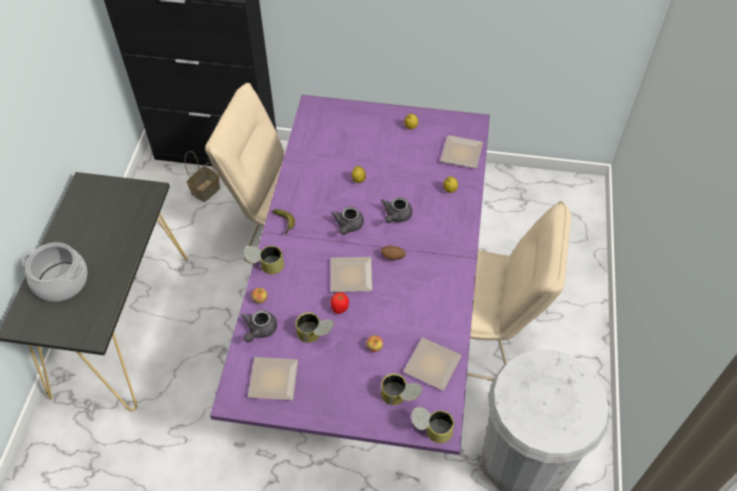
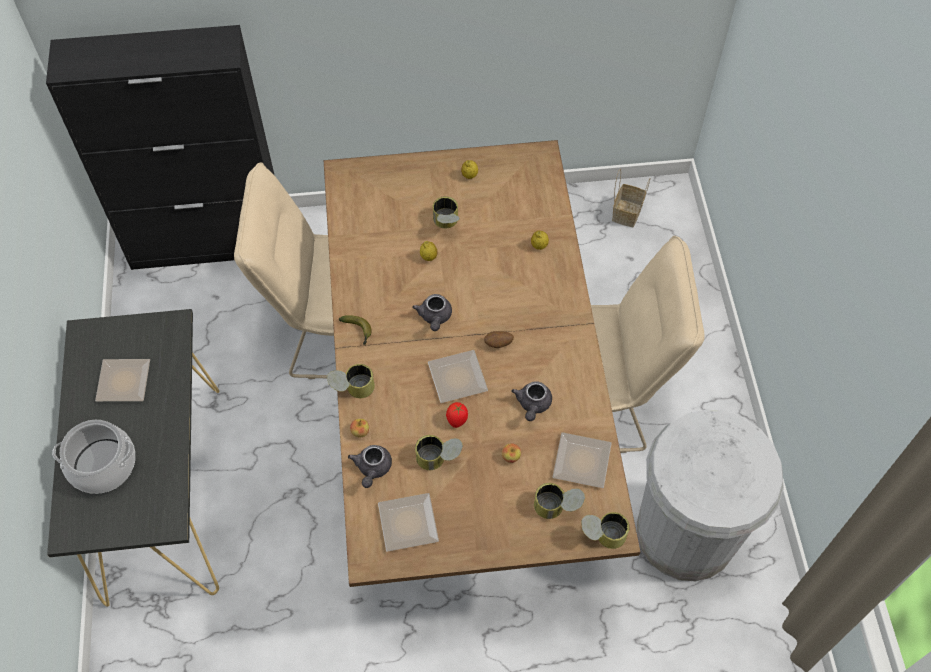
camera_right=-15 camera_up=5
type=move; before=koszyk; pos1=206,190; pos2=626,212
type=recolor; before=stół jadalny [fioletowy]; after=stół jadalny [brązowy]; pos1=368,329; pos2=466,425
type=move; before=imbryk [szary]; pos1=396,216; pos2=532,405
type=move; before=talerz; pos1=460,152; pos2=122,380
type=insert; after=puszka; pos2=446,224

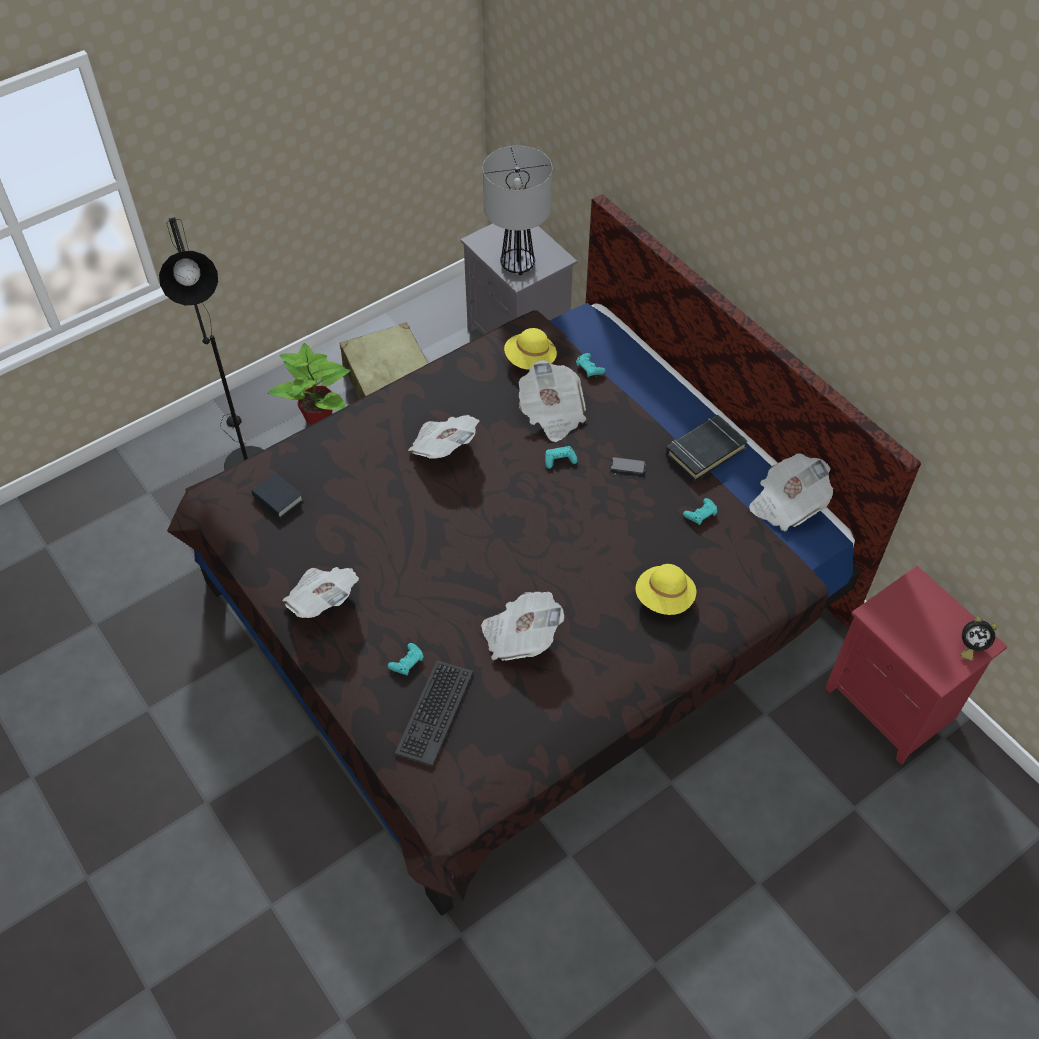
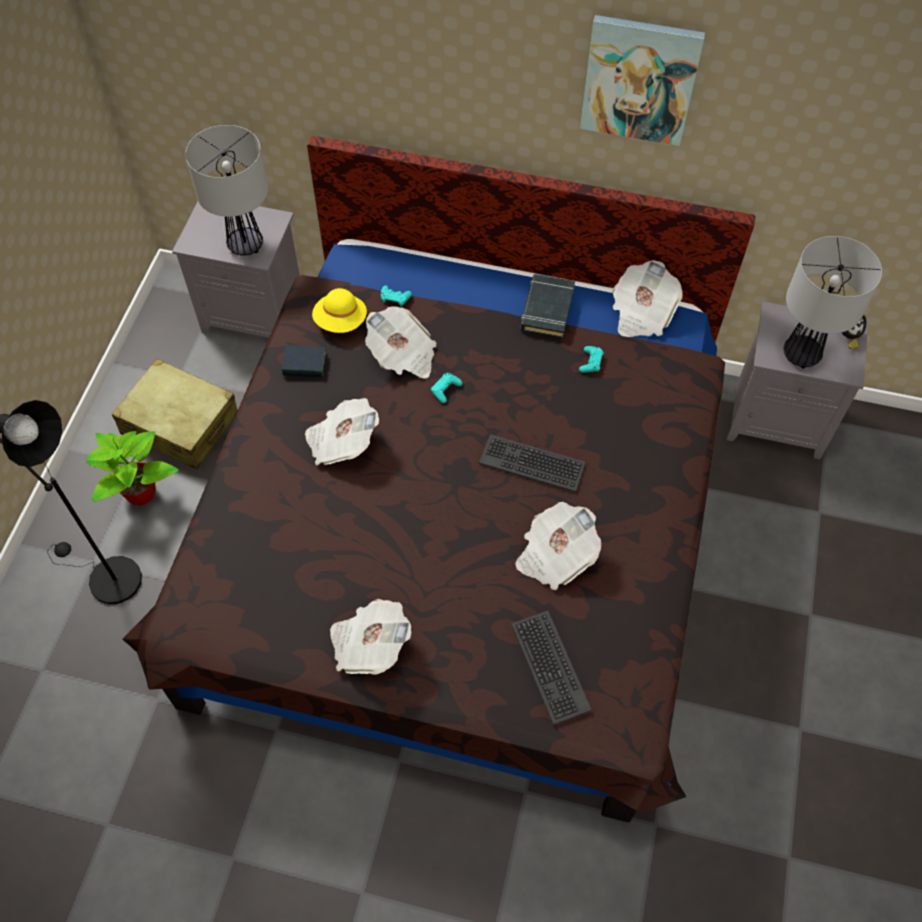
camera_right=-40 camera_up=5
type=move; before=książka; pos1=278,499; pos2=304,365
type=delete; before=pad do gier [turkusowy]; pos1=407,662
type=delete; before=telefon; pos1=627,469
type=delete; before=kapelusz [żółty]; pos1=664,598
type=recolor; before=szafka nocna [czerwony]; after=szafka nocna [szary]; pos1=893,704; pos2=778,419
type=insert; after=klawiatura; pos2=532,463
type=insert; after=obraz; pos2=639,80
type=insert; after=lampa stołowa; pos2=801,354

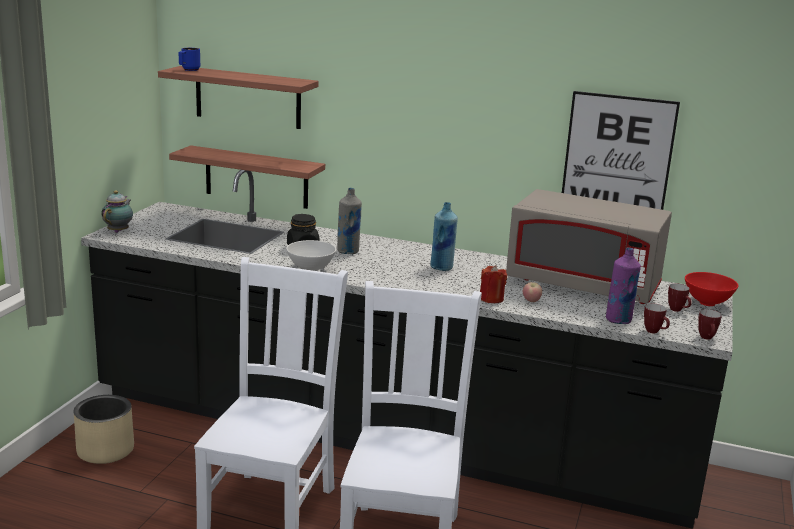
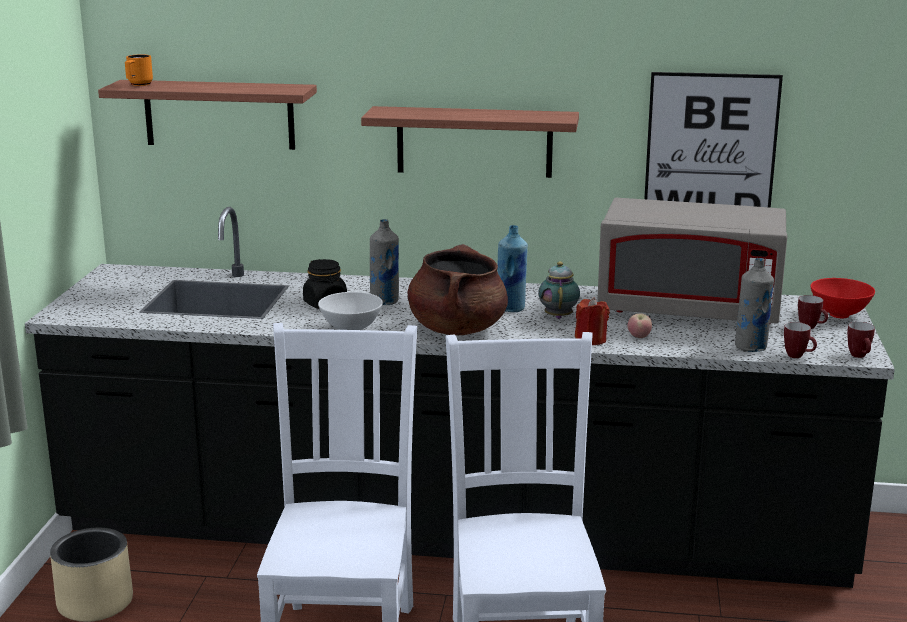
camera_right=-10 camera_up=0
type=move; before=imbryk; pos1=119,231; pos2=558,316
type=move; before=półka; pos1=256,177; pos2=474,142
type=recolor; before=kubek [niebieski]; after=kubek [pomarańczowy]; pos1=189,70; pos2=138,85
type=recolor; before=butelka [fioletowy]; after=butelka [szary]; pos1=618,320; pos2=751,347
type=insert; after=garnek [brązowy]; pos2=457,329

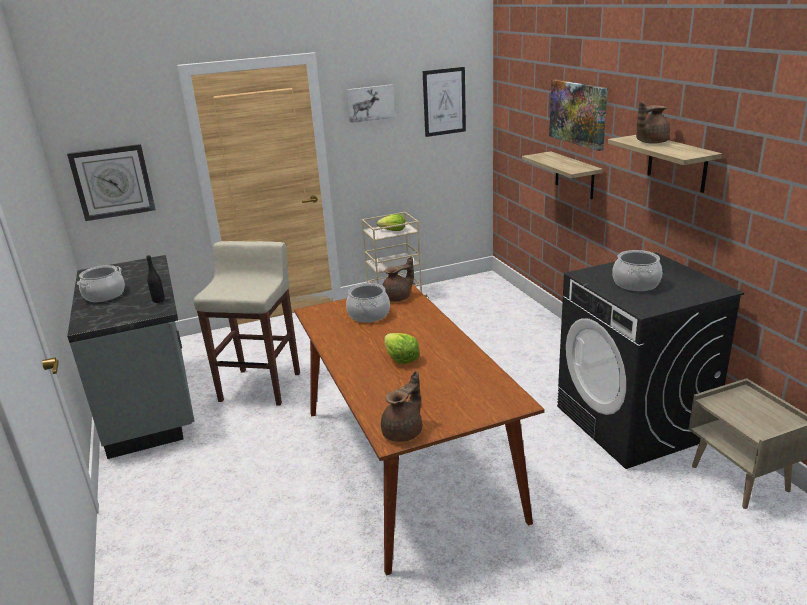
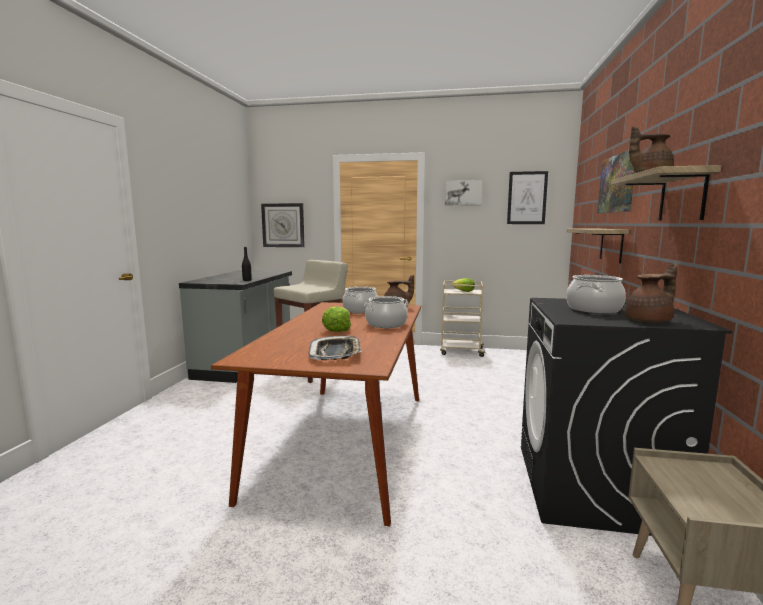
camera_right=30 camera_up=-15
type=move; before=garnek; pos1=104,295; pos2=386,324
type=move; before=imbryk [brązowy]; pos1=404,432; pos2=650,321
type=insert; after=taca; pos2=335,353

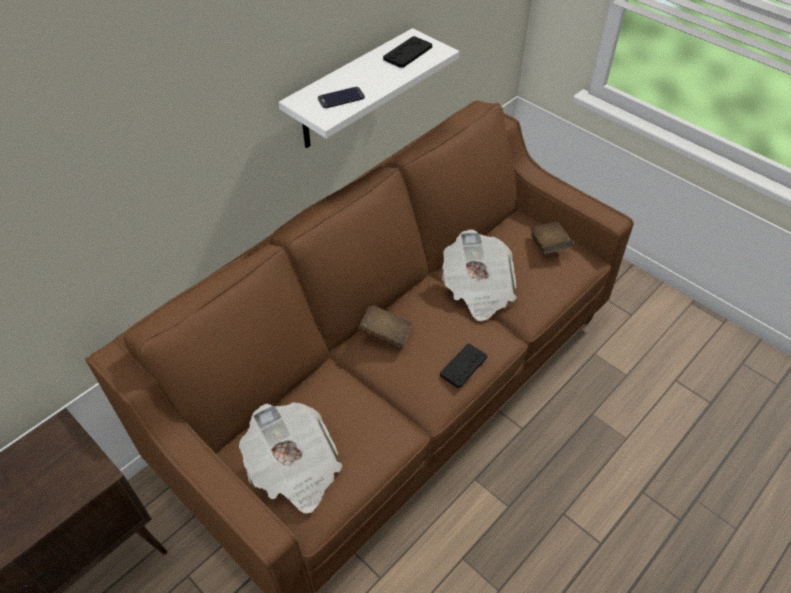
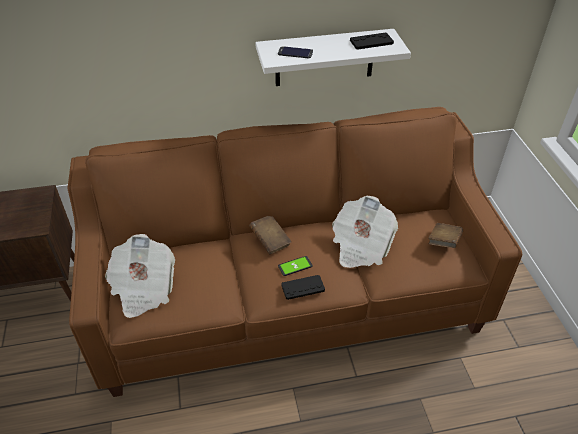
camera_right=35 camera_up=-5
type=insert; after=telefon; pos2=295,266

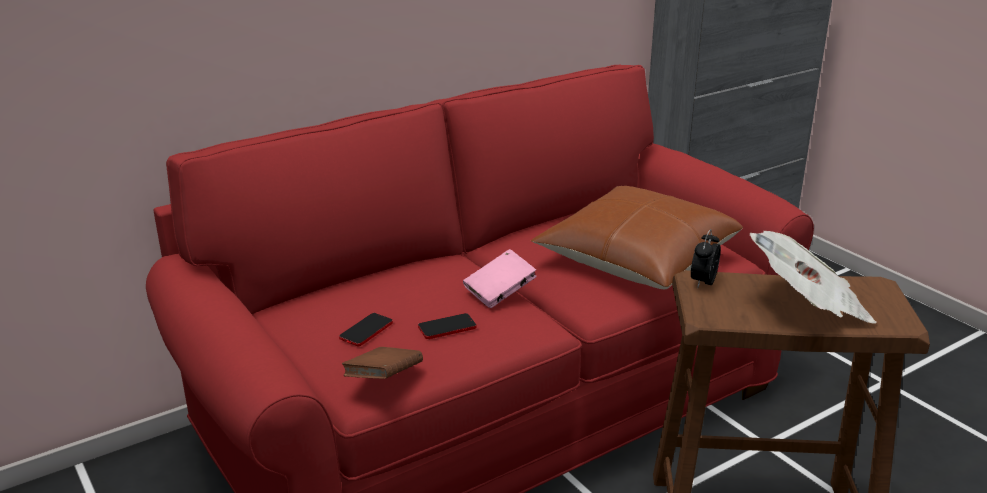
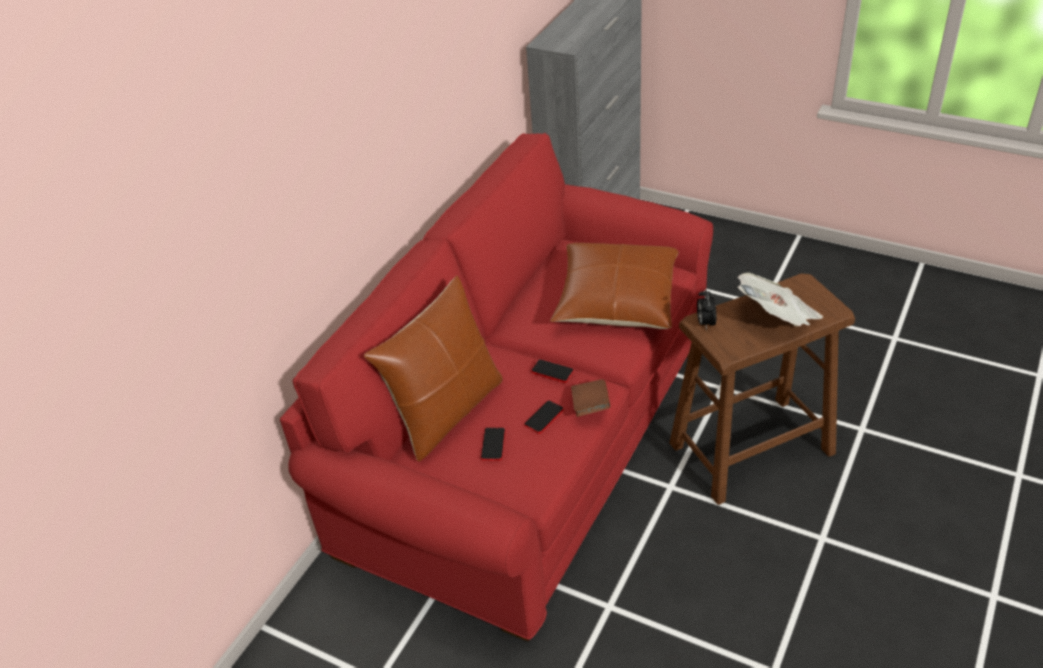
camera_right=-25 camera_up=15
type=move; before=książka [brązowy]; pos1=384,379; pos2=590,407
type=replace; before=książka [różowy]; after=telefon; pos1=499,293; pos2=552,371
type=insert; after=poduszka [brązowy]; pos2=447,412

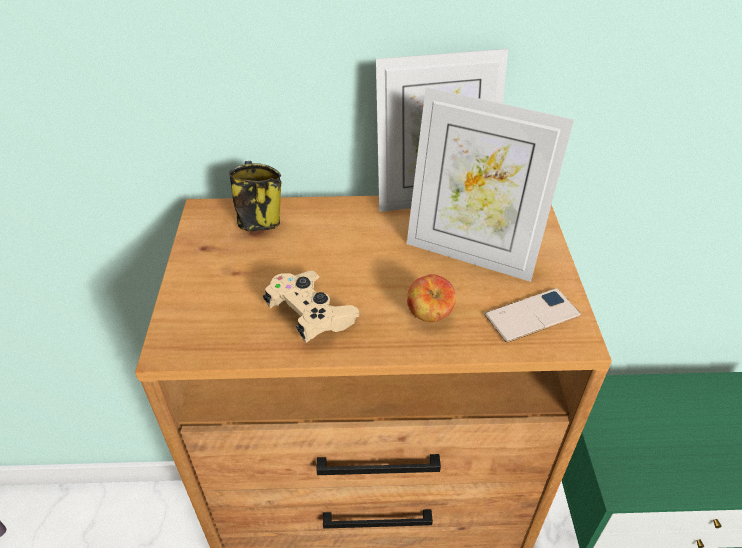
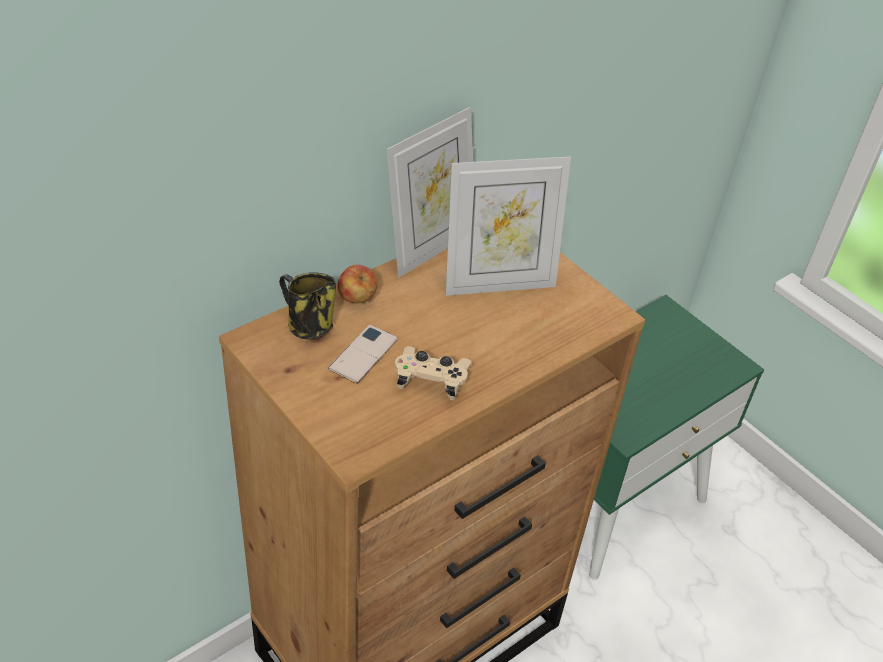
camera_right=-40 camera_up=0
type=move; before=jabłko; pos1=429,315; pos2=357,299
type=move; before=telefon; pos1=532,315; pos2=363,354

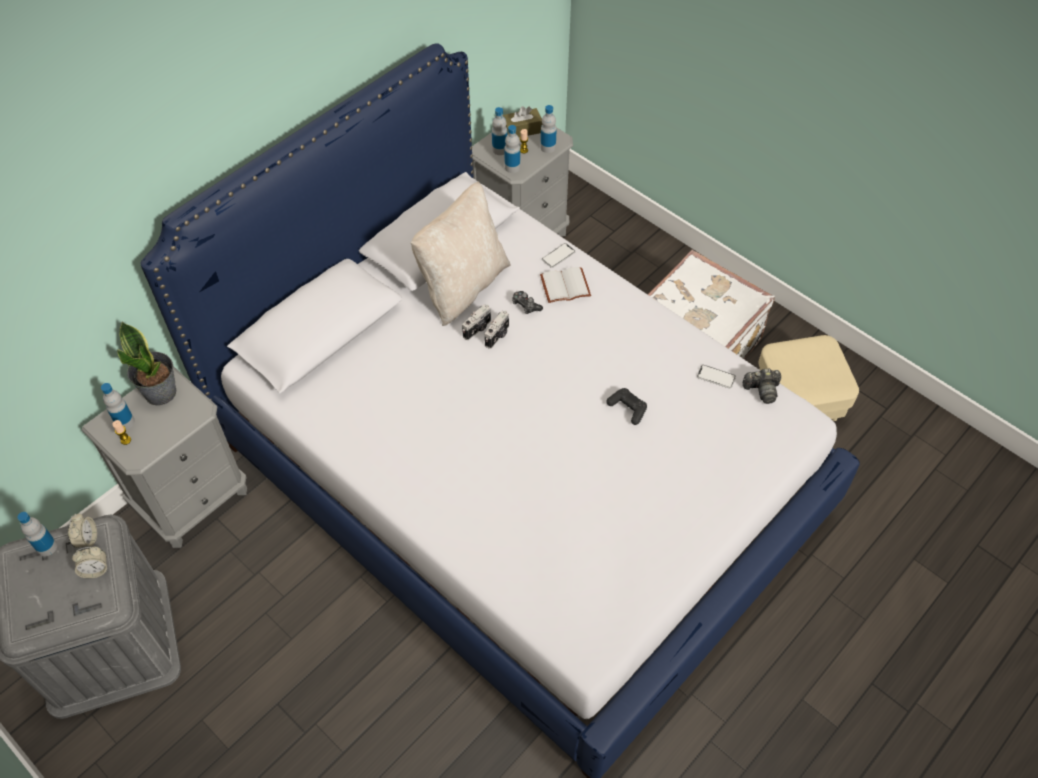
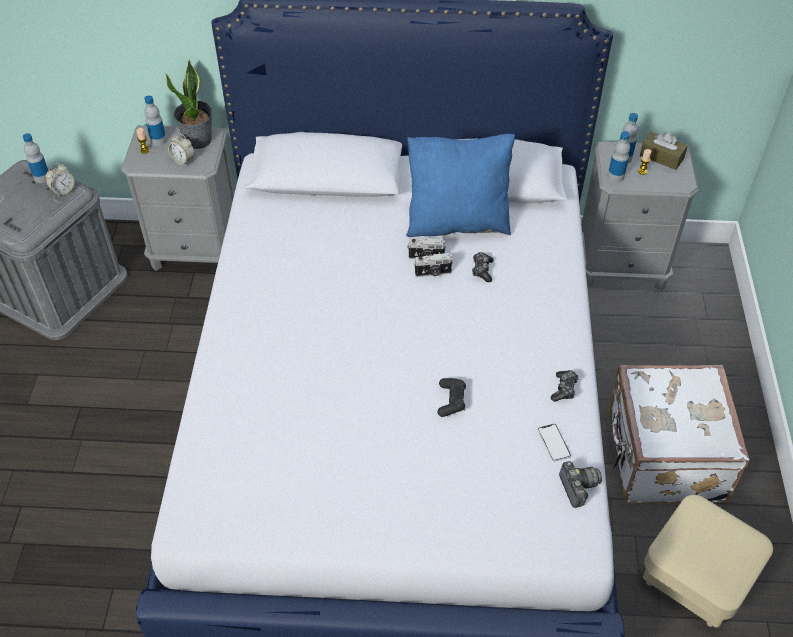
camera_right=50 camera_up=-5
type=move; before=budzik; pos1=95,569; pos2=183,160
type=recolor; before=poduszka [beżowy]; after=poduszka [niebieski]; pos1=462,286; pos2=457,222
type=delete; before=książka [biały]; pos1=565,285
type=delete; before=butelka; pos1=548,147
type=delete; before=telefon; pos1=558,256
type=rotate; before=aparat fotograficzny; pos1=762,390; pos2=578,487; turn=-150
type=insert; after=pad do gier; pos2=564,389

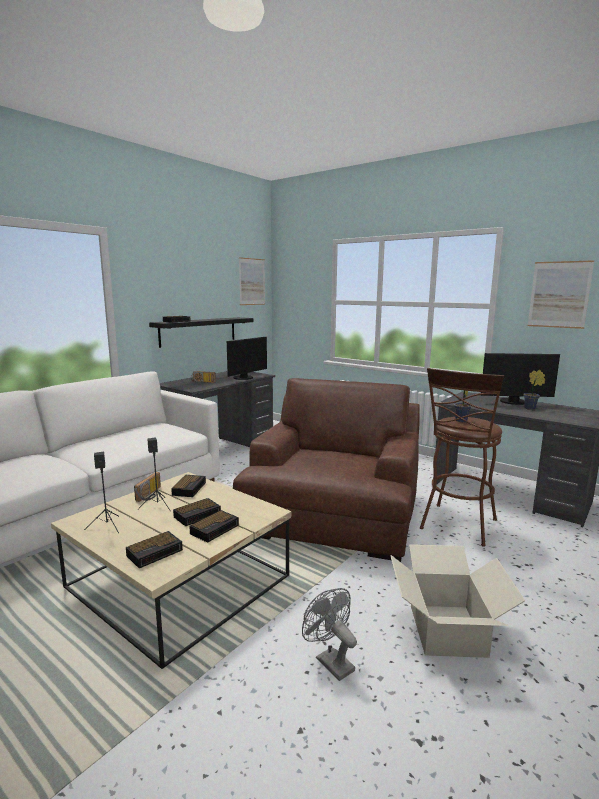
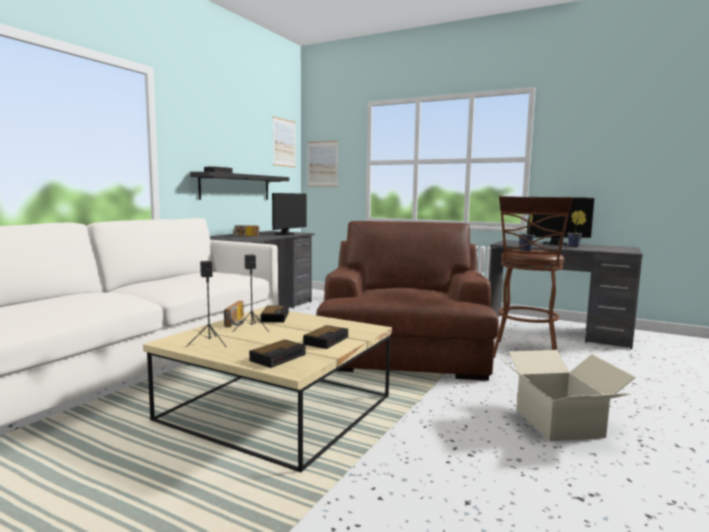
camera_right=-10 camera_up=-5
type=delete; before=budzik; pos1=198,515
type=delete; before=wentylator [szary]; pos1=330,661
type=move; before=obraz; pos1=559,294; pos2=322,164

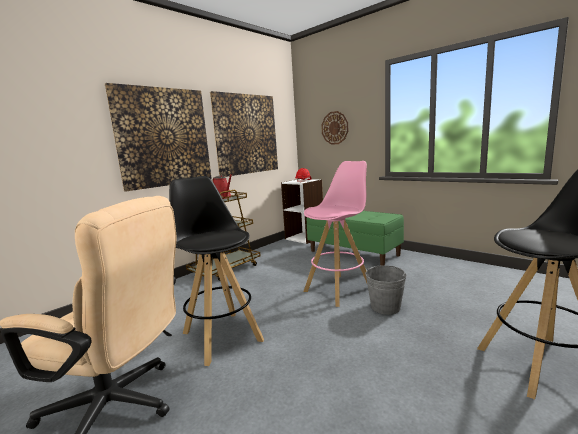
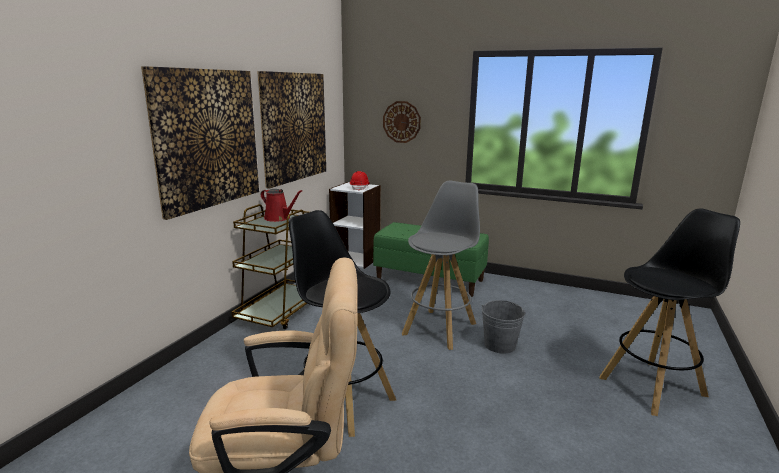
camera_right=-20 camera_up=5
type=recolor; before=stołek [różowy]; after=stołek [szary]; pos1=339,289; pos2=440,328

